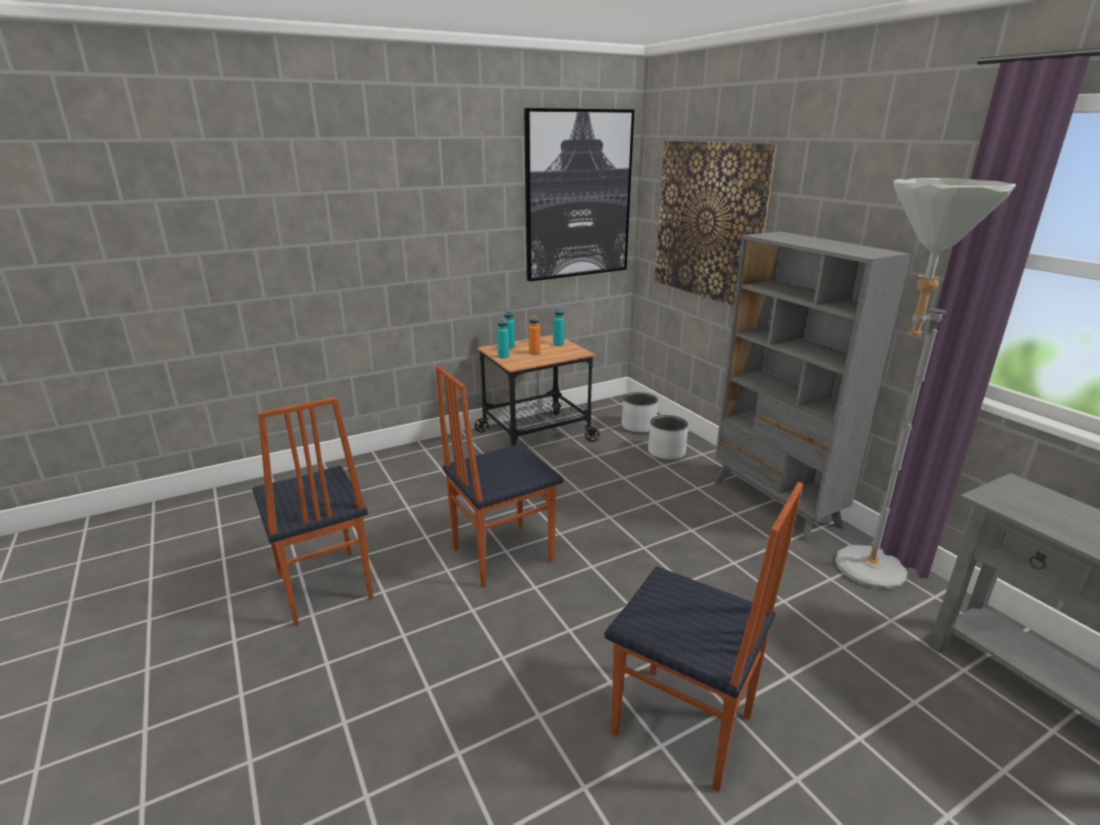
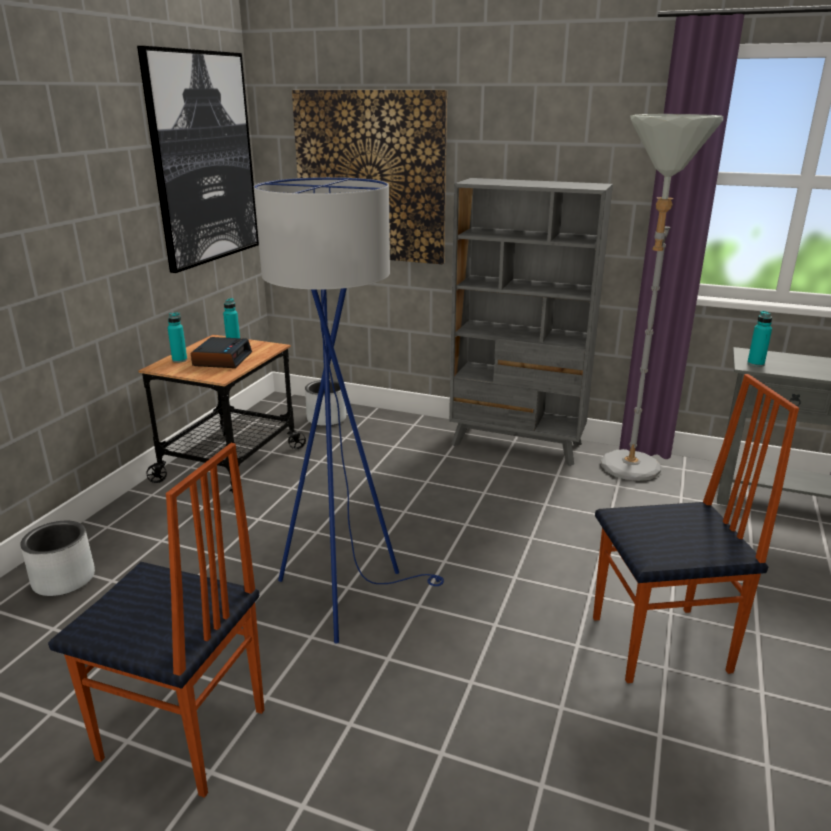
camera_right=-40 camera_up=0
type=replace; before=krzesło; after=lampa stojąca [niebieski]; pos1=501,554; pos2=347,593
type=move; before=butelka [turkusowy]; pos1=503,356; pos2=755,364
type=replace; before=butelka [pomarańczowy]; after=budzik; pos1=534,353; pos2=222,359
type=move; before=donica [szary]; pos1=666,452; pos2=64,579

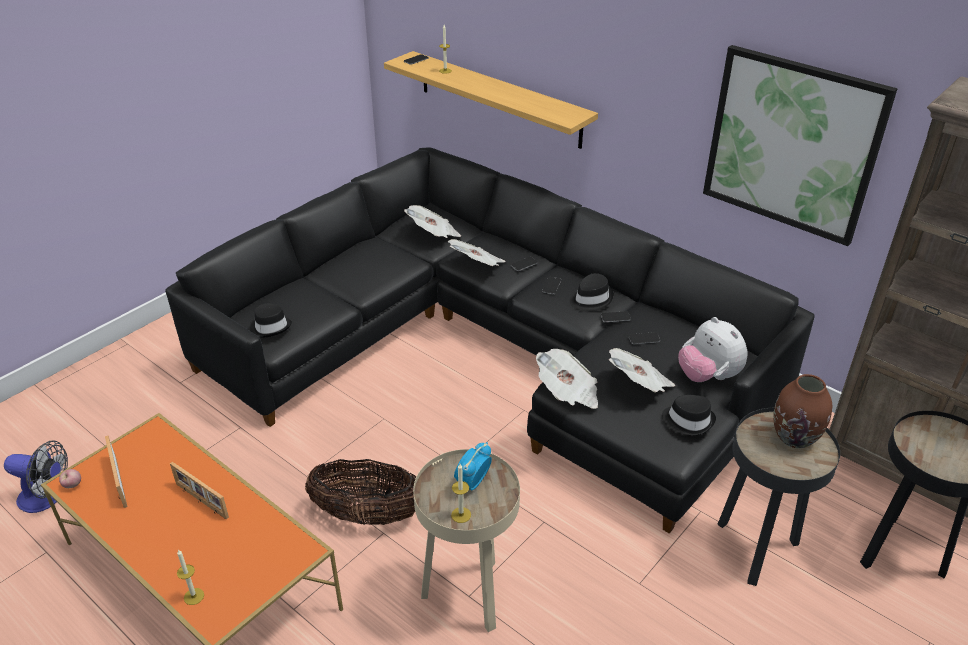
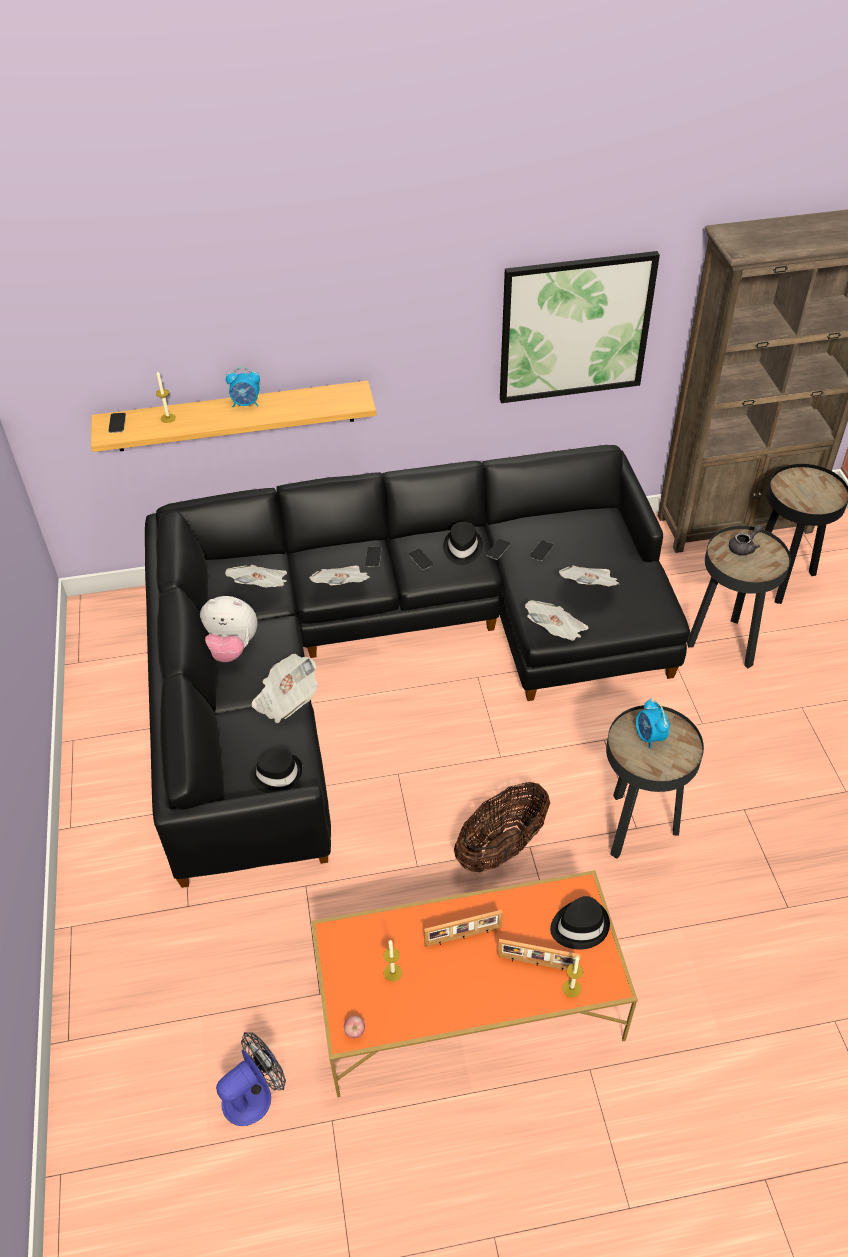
camera_right=-50 camera_up=10
type=move; before=ramka na zdjęcie; pos1=118,481; pos2=537,964
type=recolor; before=stolik [beżowy]; after=stolik [czarny]; pos1=469,596; pos2=636,828
type=move; before=świeca; pos1=461,515; pos2=393,972
type=move; before=kapelusz [czarny]; pos1=688,420; pos2=579,925
type=move; before=pluszak; pos1=708,376; pos2=231,648
type=replace; before=wazon [brązowy]; after=imbryk [szary]; pos1=794,437; pos2=744,547
type=insert; after=budzik; pos2=246,403
type=insert; after=gazeta; pos2=286,699

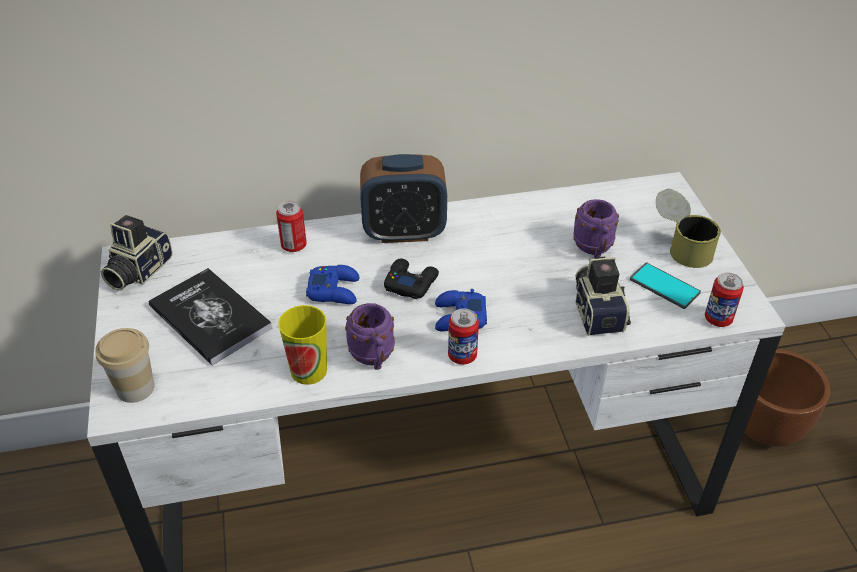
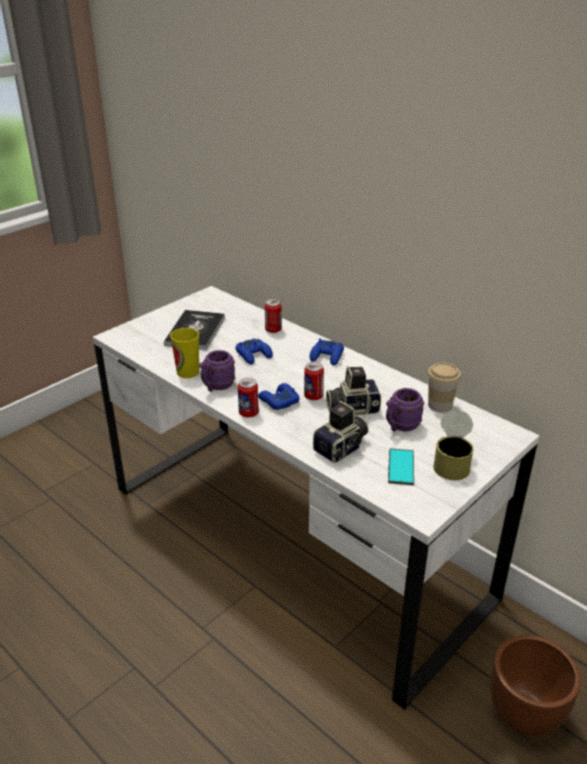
camera_right=55 camera_up=-10
type=move; before=filiżanka; pos1=135,388; pos2=440,405
type=move; before=aparat fotograficzny; pos1=137,270; pos2=352,407
type=replace; before=budzik; after=pad do gier [niebieski]; pos1=404,232; pos2=327,356
type=delete; before=pad do gier [czarny]; pos1=410,283
type=move; before=puszka; pos1=718,319; pos2=313,396

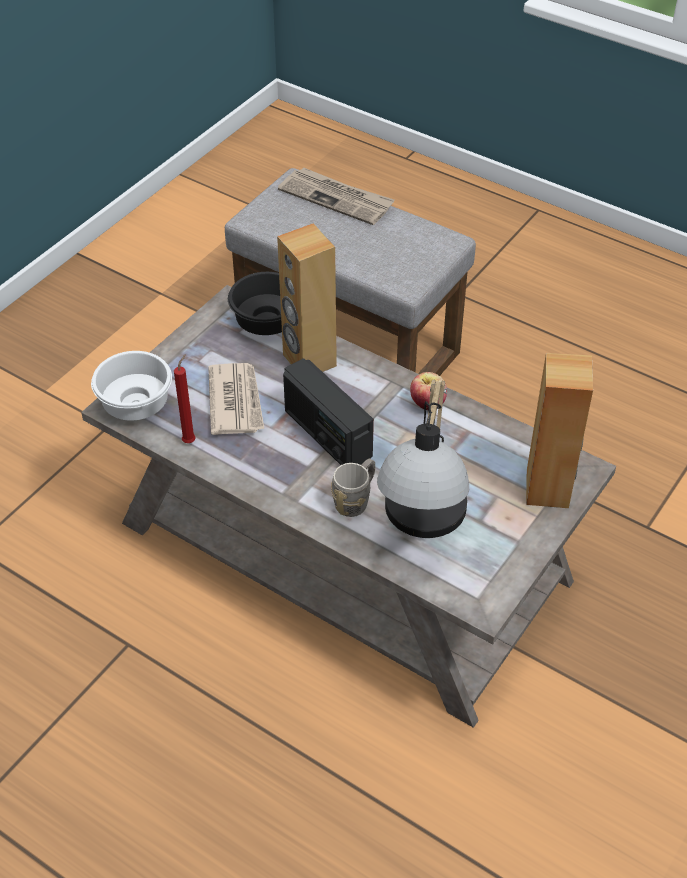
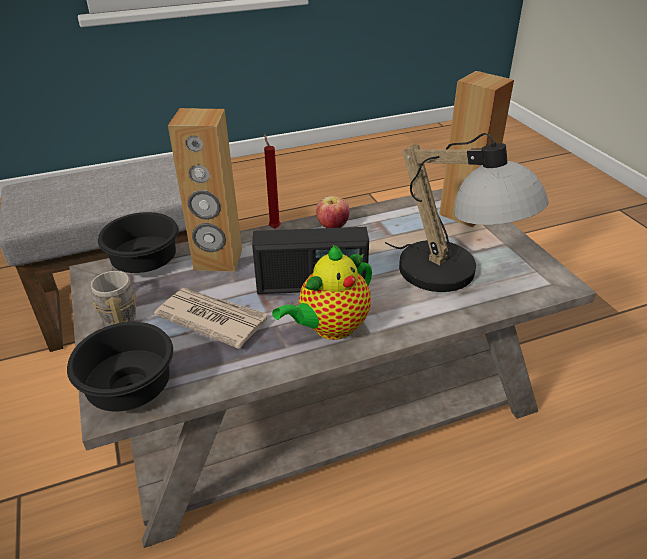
camera_right=-55 camera_up=-10
type=recolor; before=miska [biały]; after=miska [czarny]; pos1=137,406; pos2=134,388
type=move; before=świeca [czerwony]; pos1=190,440; pos2=274,227
type=delete; before=gazeta; pos1=337,198
type=move; before=kubek [szary]; pos1=355,500; pos2=119,312
type=insert; after=imbryk; pos2=330,328

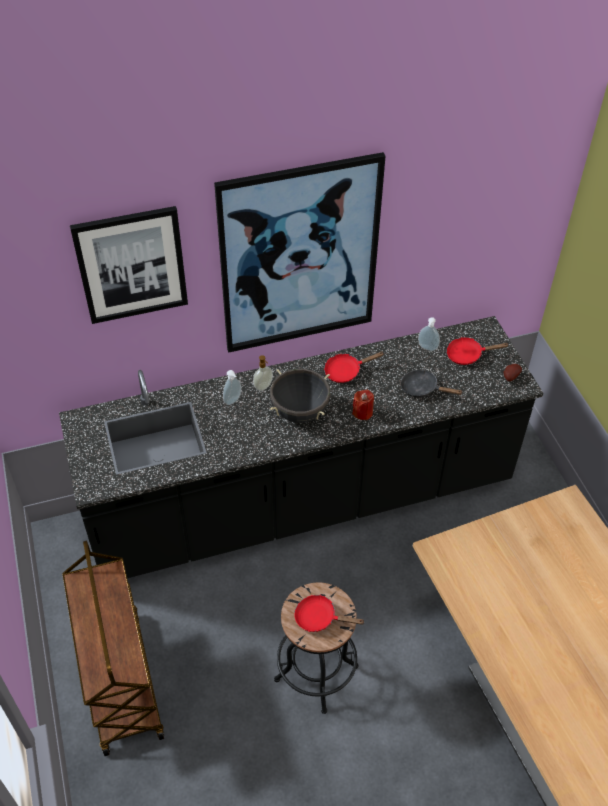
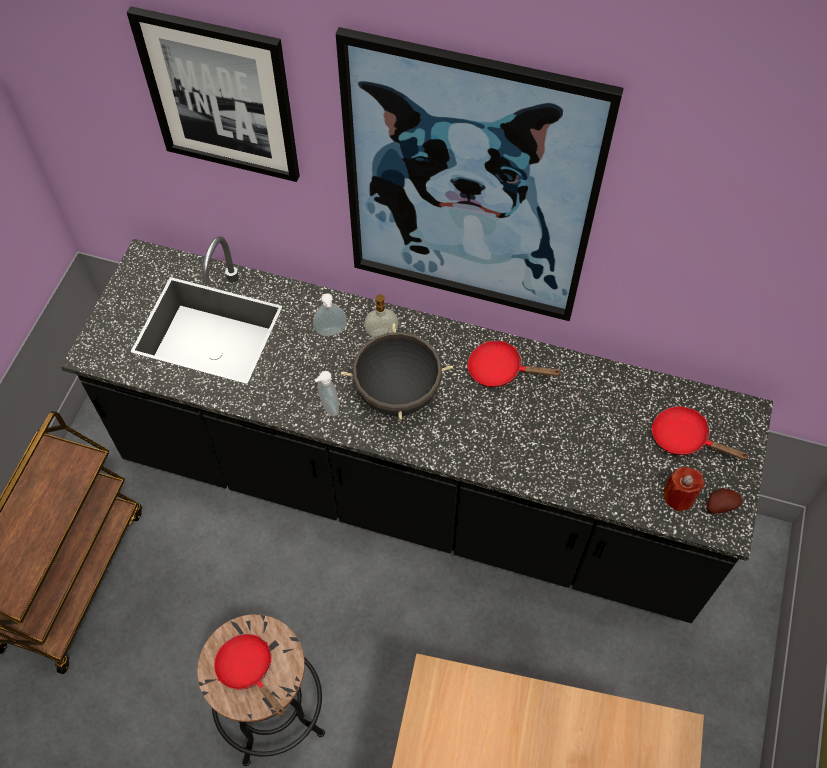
camera_right=35 camera_up=10
type=move; before=świeca [czerwony]; pos1=362,412; pos2=679,496
type=delete; before=patelnia [czarny]; pos1=422,389
type=move; before=dozownik mydła; pos1=427,348; pos2=328,408

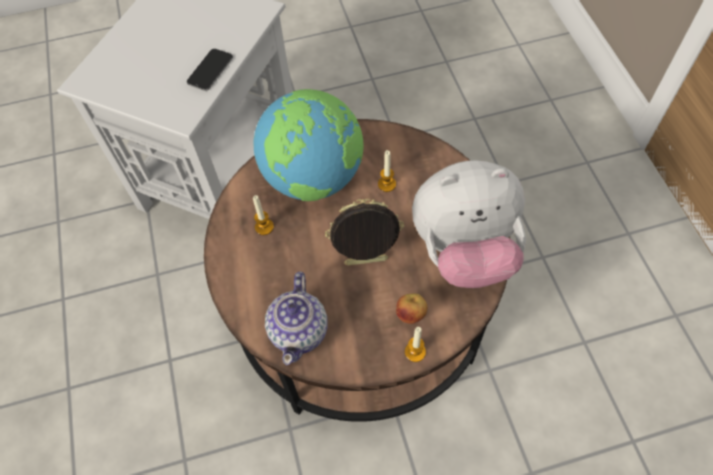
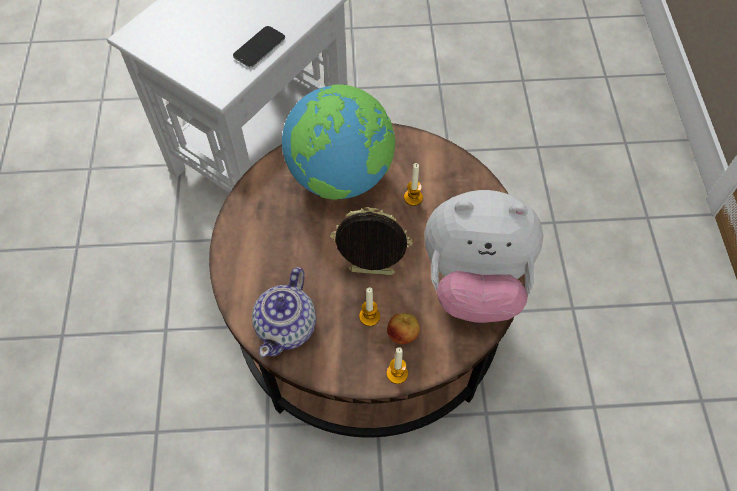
camera_right=10 camera_up=0
type=move; before=świeca; pos1=264,227; pos2=369,316

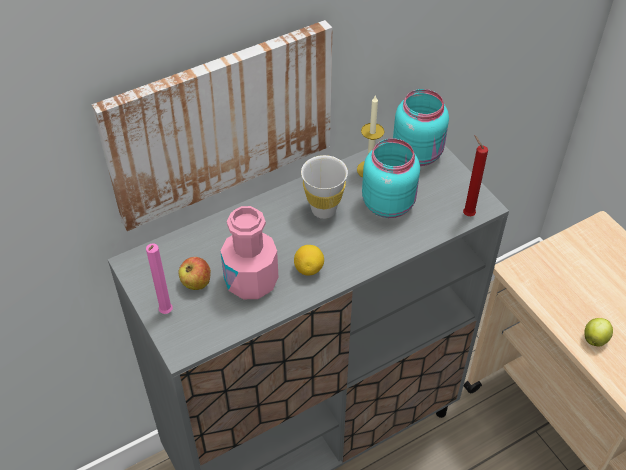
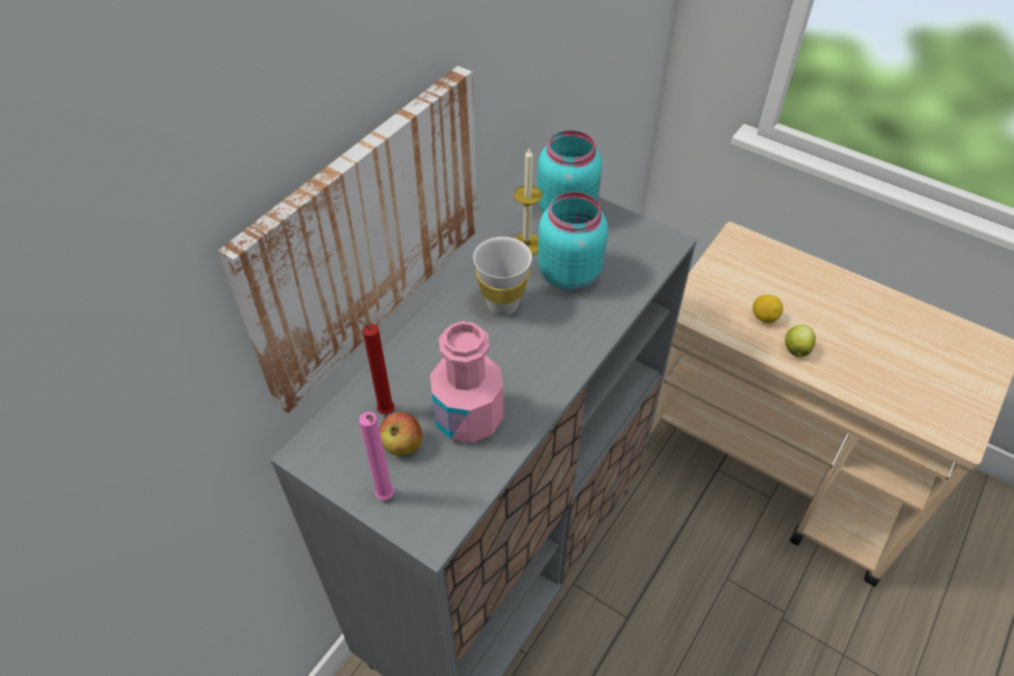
camera_right=-25 camera_up=0
type=move; before=cytryna; pos1=309,269; pos2=764,317
type=move; before=świeca [czerwony]; pos1=467,214; pos2=383,410

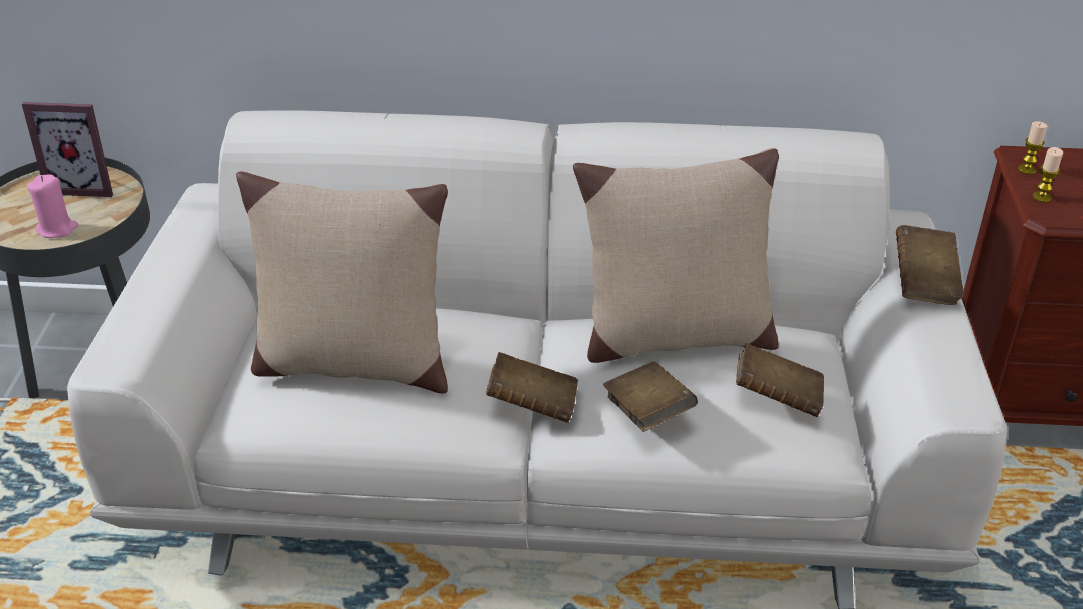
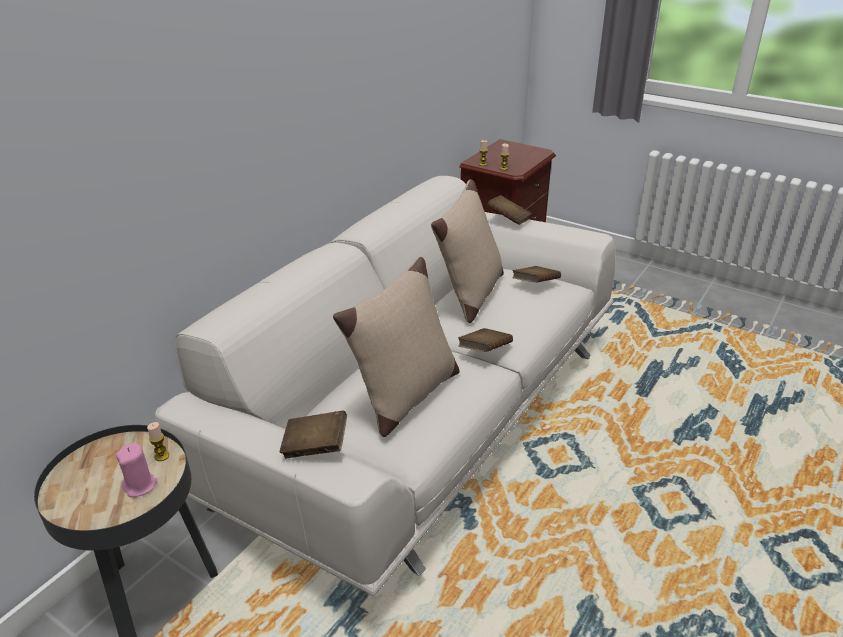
camera_right=-60 camera_up=-5
type=delete; before=ramka na zdjęcie; pos1=85,185
type=move; before=książka [brązowy]; pos1=647,413; pos2=315,447
type=insert; after=świeca; pos2=162,456

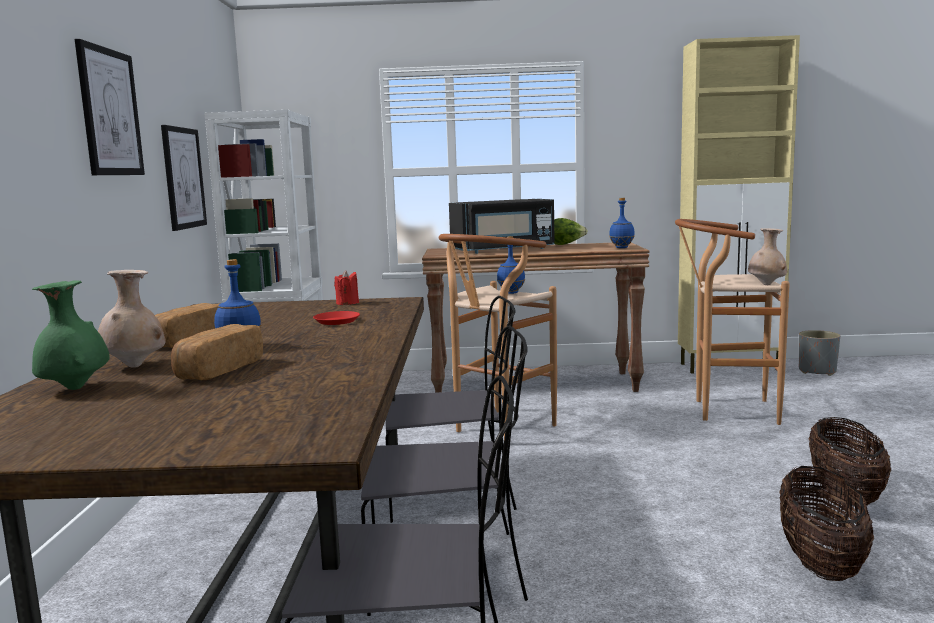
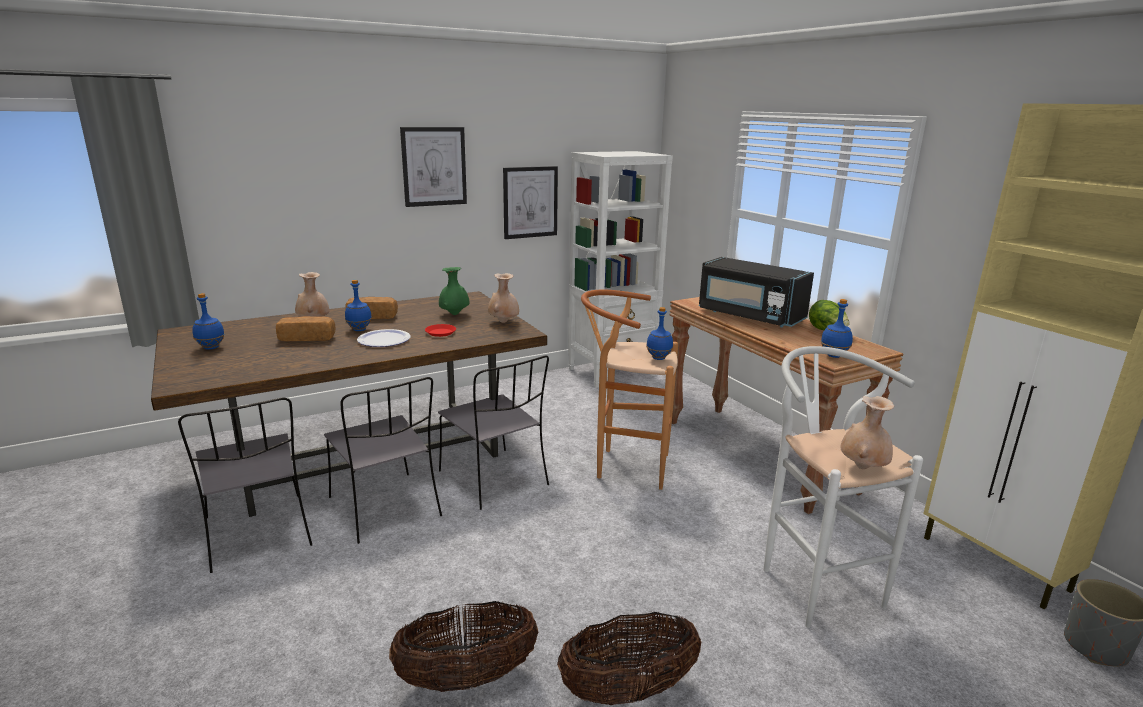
camera_right=60 camera_up=10
type=move; before=wazon [zielony]; pos1=74,389; pos2=454,314
type=replace; before=świeca [czerwony]; after=wazon [beżowy]; pos1=347,303; pos2=503,322
type=recolor; before=stołek [brązowy]; after=stołek [biały]; pos1=726,411; pos2=812,581
type=insert; after=butelka [niebieski]; pos2=210,348
type=insert; after=talerz; pos2=384,340

